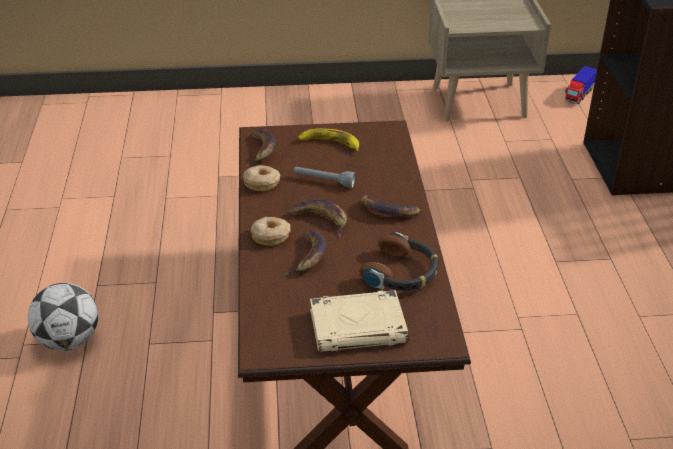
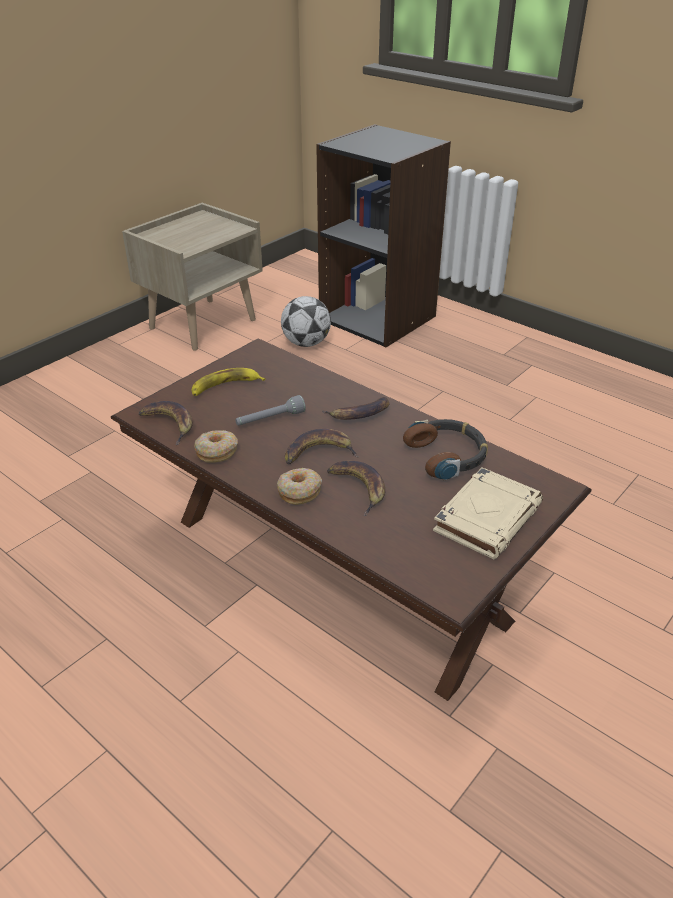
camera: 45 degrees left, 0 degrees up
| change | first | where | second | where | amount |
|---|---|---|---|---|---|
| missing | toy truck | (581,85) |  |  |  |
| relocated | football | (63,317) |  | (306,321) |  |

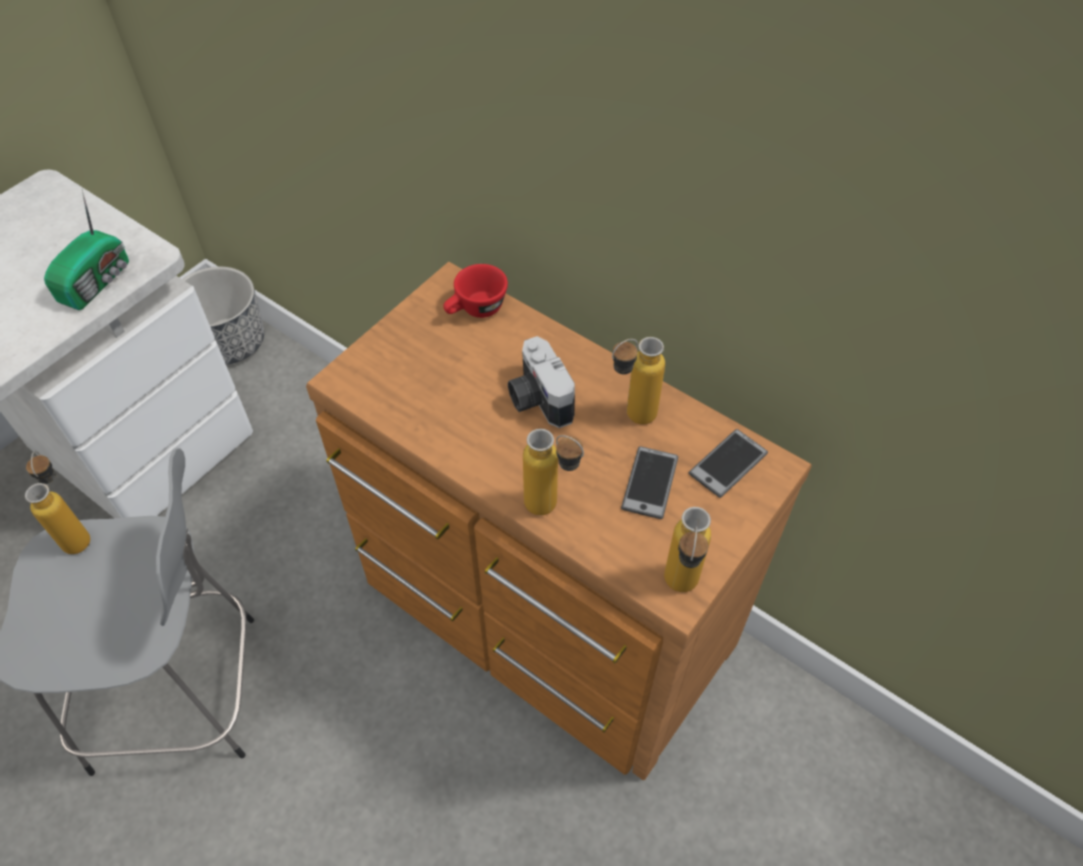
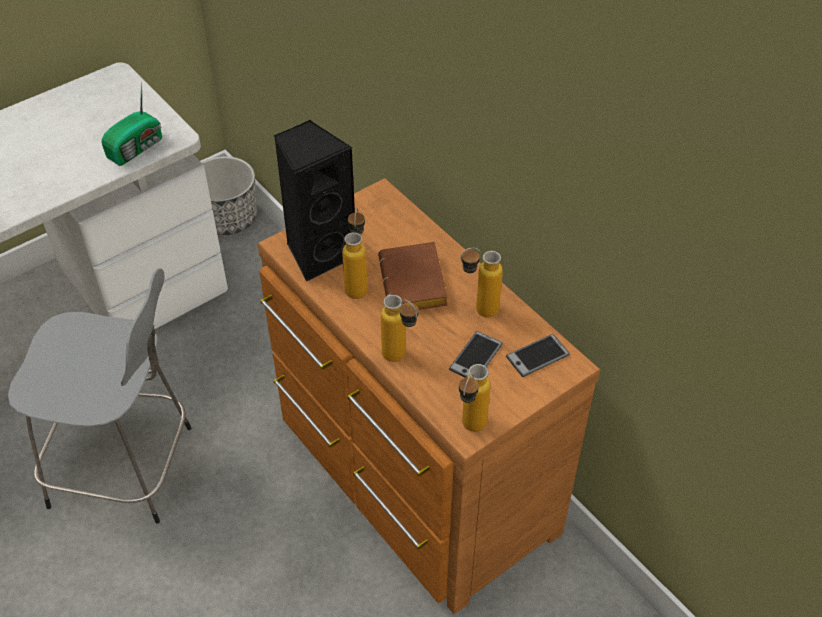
camera: 15 degrees right, 5 degrees down
| change | first | where | second | where | amount |
|---|---|---|---|---|---|
| missing | red cup | (475,291) |  |  |  |
| exchanged | photo camera | (541,382) | brown book | (413,276) |  |
| relocated | bottle | (57,502) |  | (355,253) |  |
| appeared |  |  | black speaker | (314,201) |  |

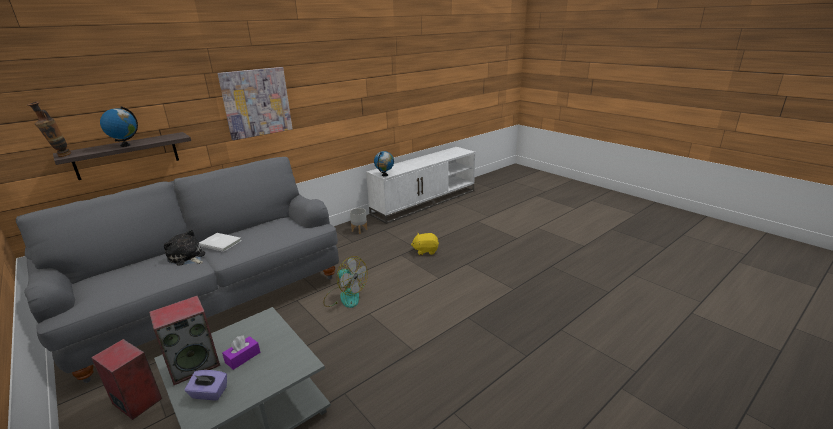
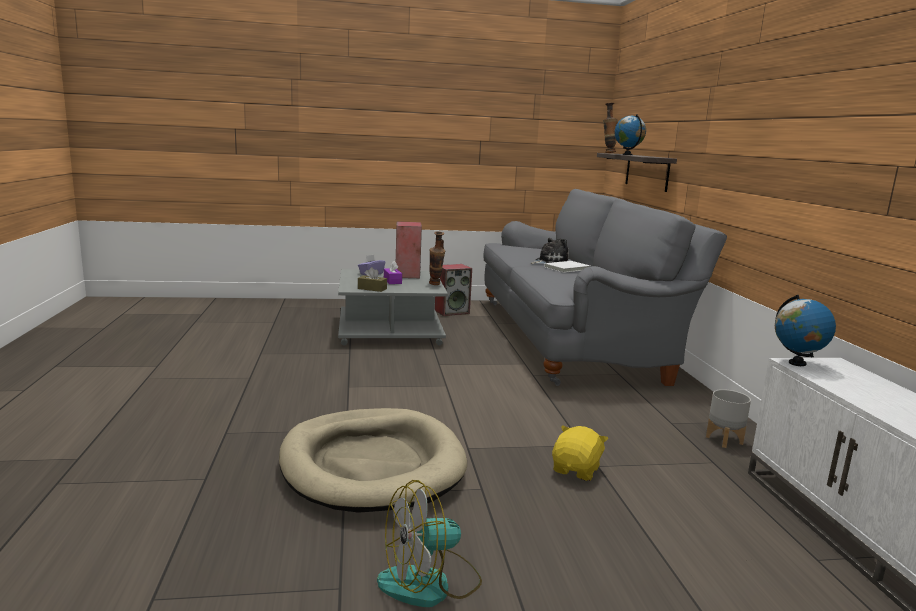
camera: 120 degrees right, 10 degrees down
| change | first | where | second | where | amount |
|---|---|---|---|---|---|
| missing | picture | (255,103) |  |  |  |
| relocated | fan | (345,282) |  | (429,543) |  |
| appeared |  |  | vase | (437,258) |  |
| appeared |  |  | brown tissue box | (372,279) |  |
| appeared |  |  | beige dog bed | (373,460) |  |

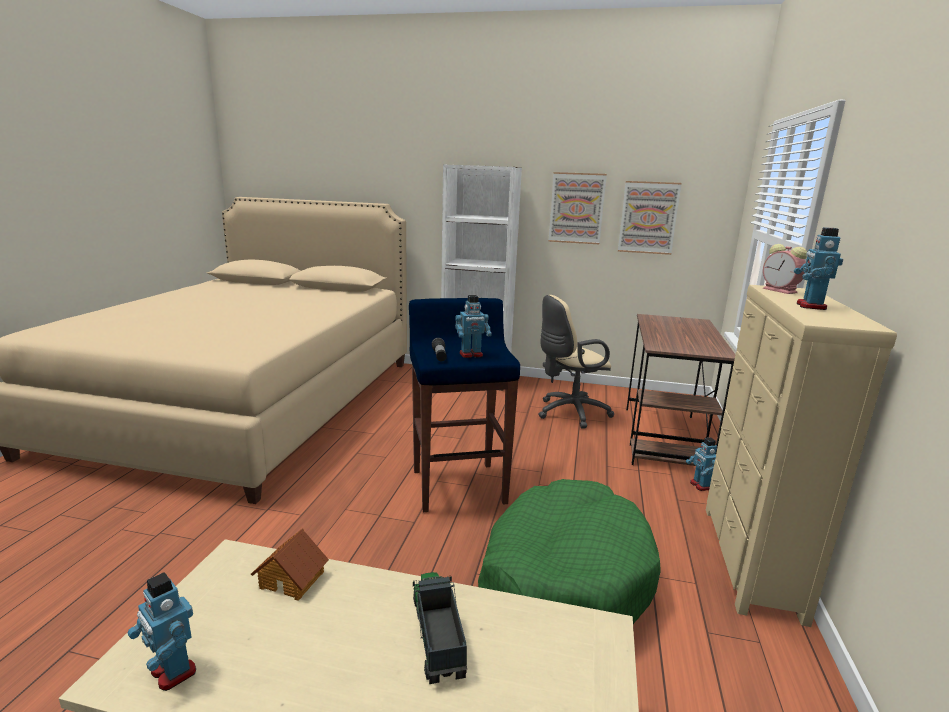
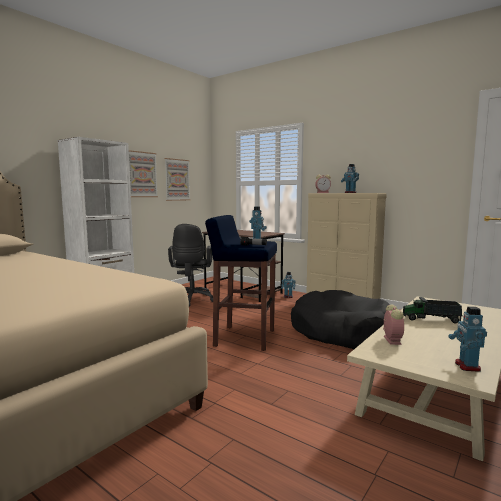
camera: 65 degrees left, 10 degrees down
| change | first | where | second | where | amount |
|---|---|---|---|---|---|
| colour | beige office chair | (576,361) | black office chair | (190,265) |  |
| colour | green dog bed | (569,551) | black dog bed | (340,319) |  |
| exchanged | toy house | (290,564) | alarm clock | (393,325) |  |
| spun | toy robot | (162,631) |  | (467,339) | 120 degrees clockwise |

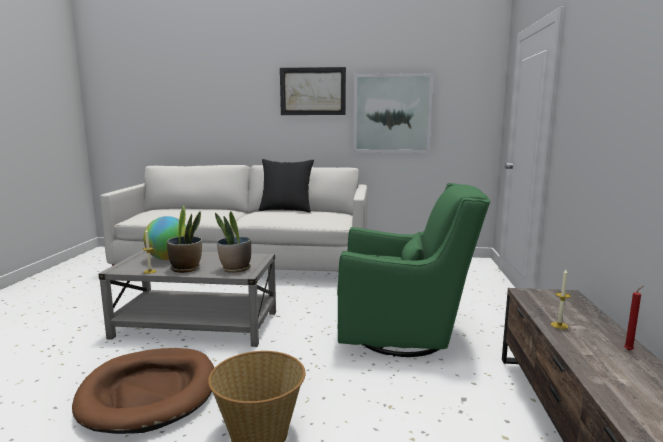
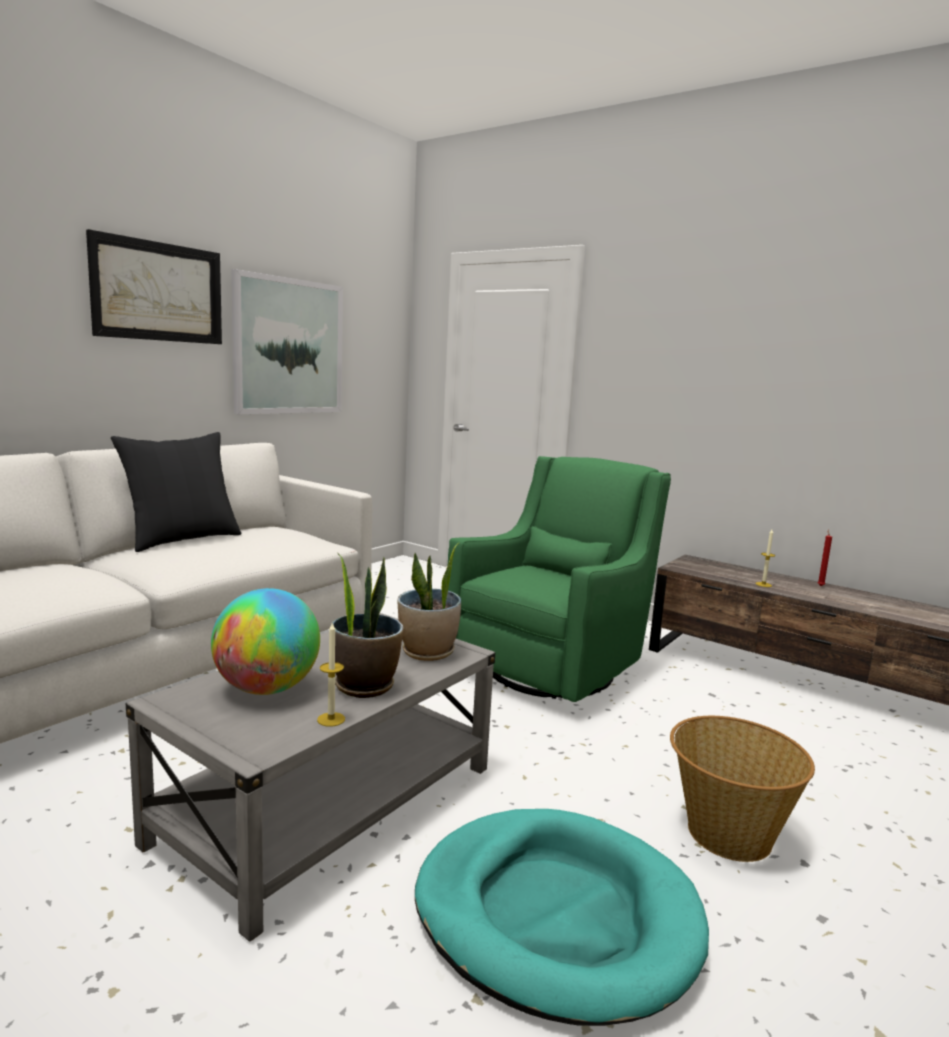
camera: 60 degrees left, 0 degrees up
| change | first | where | second | where | amount |
|---|---|---|---|---|---|
| colour | brown dog bed | (143,391) | turquoise dog bed | (562,917) |  |

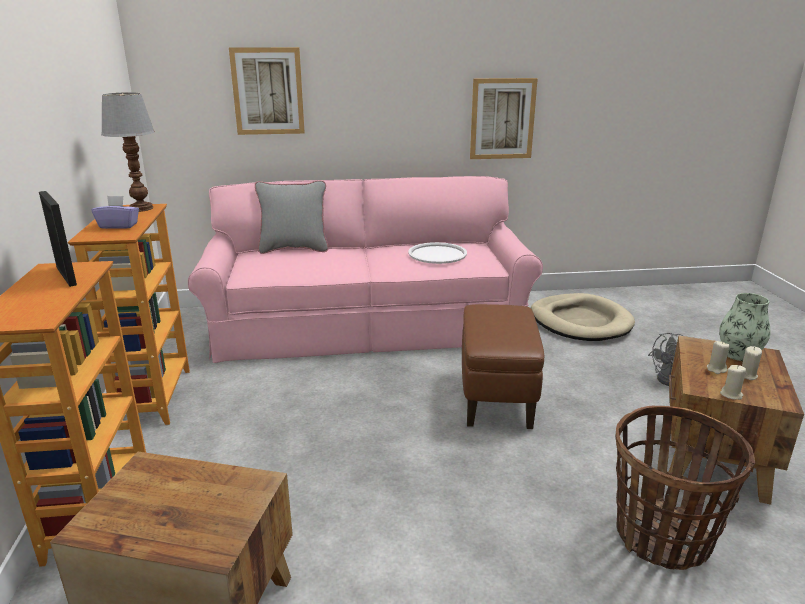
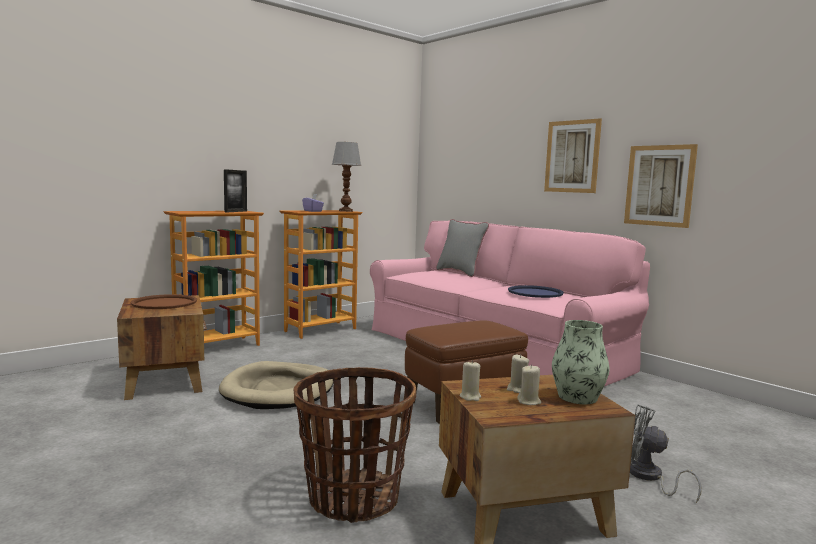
camera: 55 degrees right, 15 degrees down
| change | first | where | second | where | amount |
|---|---|---|---|---|---|
| relocated | picture | (267,91) |  | (573,155) |  |
| colour | white tray | (437,253) | blue tray | (536,291) |  |
| relocated | beige dog bed | (583,317) |  | (276,385) |  |
| appeared |  |  | brown tray | (164,301) |  |

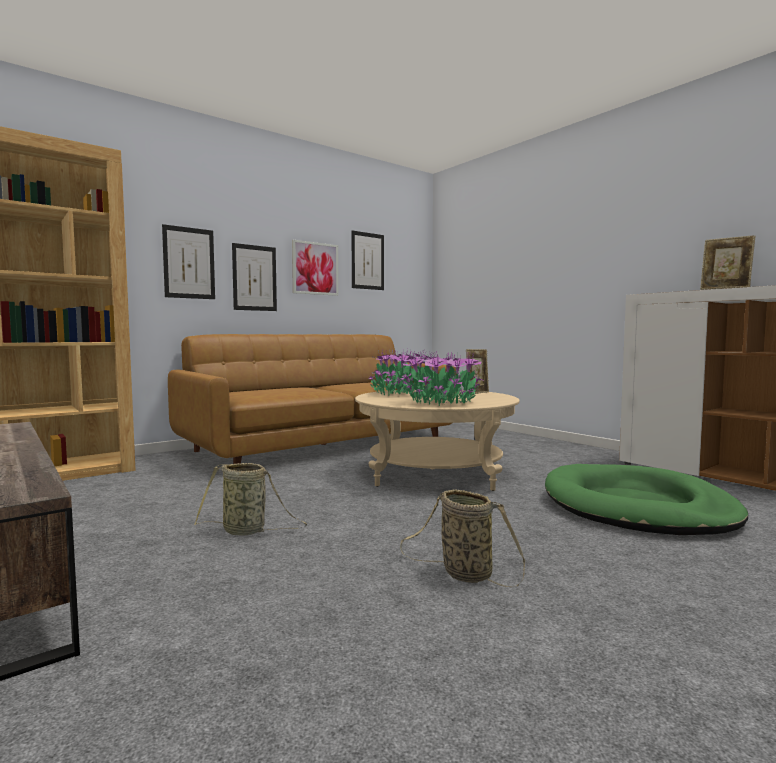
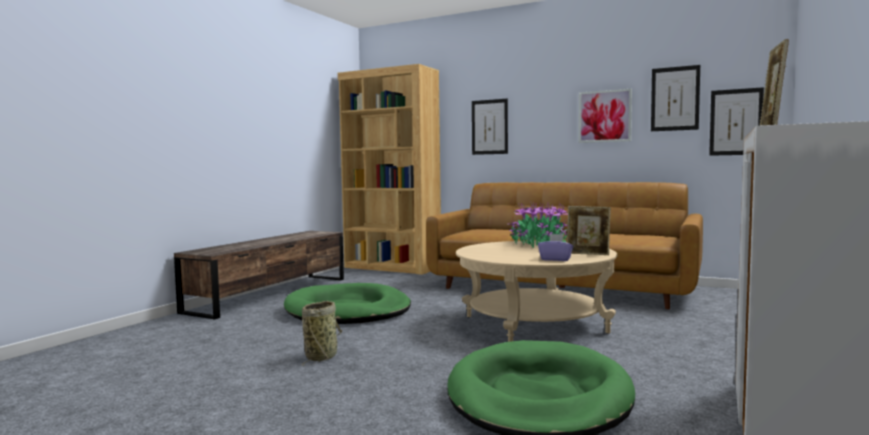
camera: 65 degrees right, 0 degrees up
| change | first | where | second | where | amount |
|---|---|---|---|---|---|
| relocated | picture | (254,277) |  | (736,121) |  |
| missing | potted plant | (441,379) |  |  |  |
| exchanged | basket | (250,499) | green dog bed | (347,303) |  |
| appeared |  |  | purple tissue box | (555,247) |  |

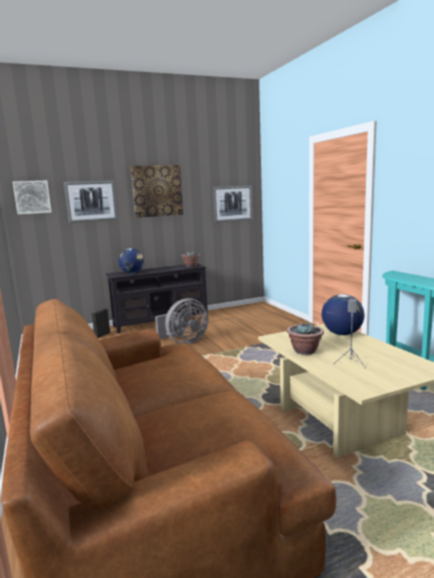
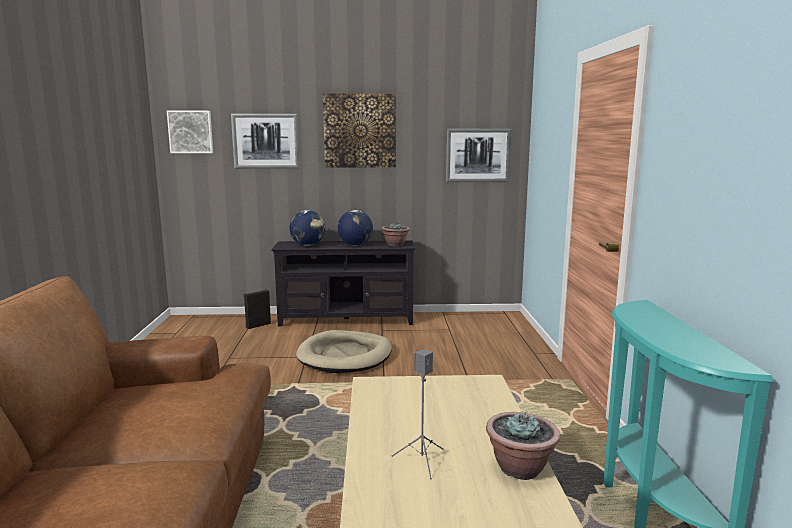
camera: 20 degrees right, 0 degrees up
| change | first | where | second | where | amount |
|---|---|---|---|---|---|
| relocated | globe | (343,314) |  | (355,228) |  |
| exchanged | grey fan | (181,321) | beige dog bed | (344,351) |  |
| relocated | potted plant | (305,338) |  | (523,446) |  |

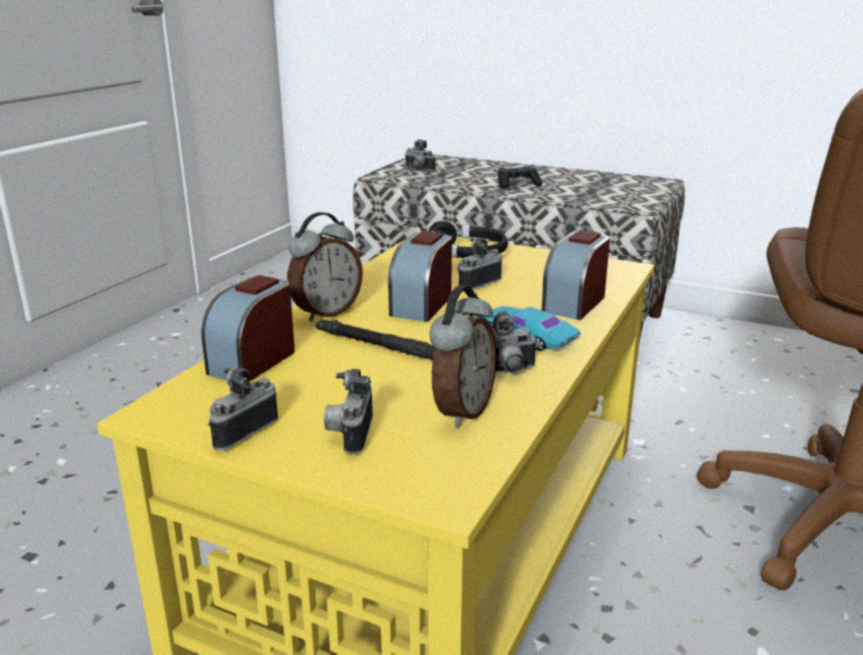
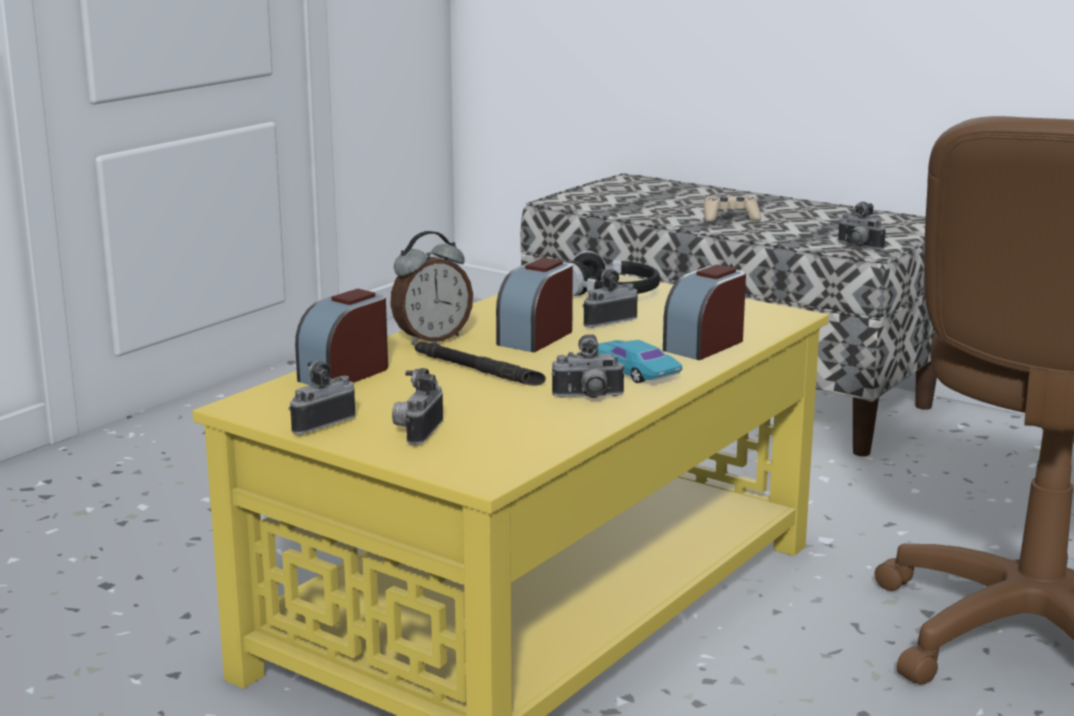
camera: 10 degrees right, 5 degrees down
| change | first | where | second | where | amount |
|---|---|---|---|---|---|
| relocated | photo camera | (420,155) |  | (862,226) |  |
| colour | black game controller | (520,177) | beige game controller | (732,208) |  |
| missing | alarm clock | (462,357) |  |  |  |

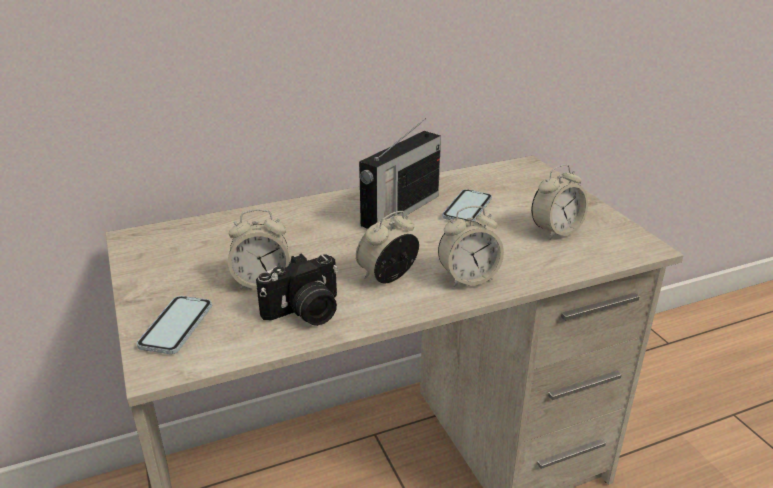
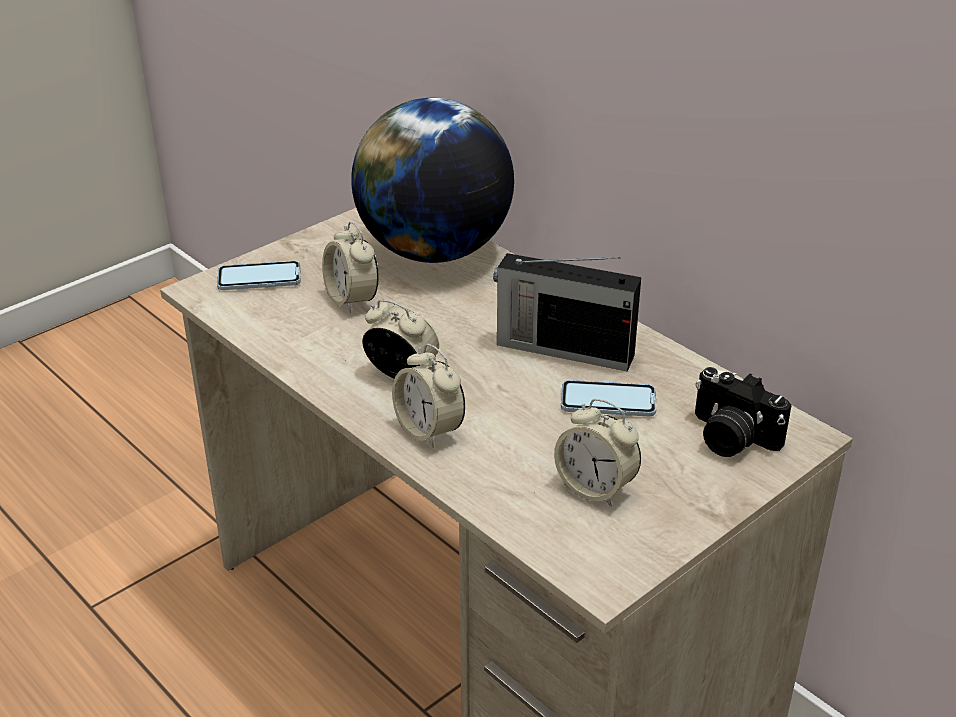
camera: 70 degrees right, 5 degrees up
| change | first | where | second | where | amount |
|---|---|---|---|---|---|
| relocated | photo camera | (297,289) |  | (743,412) |  |
| appeared |  |  | globe | (432,180) |  |

